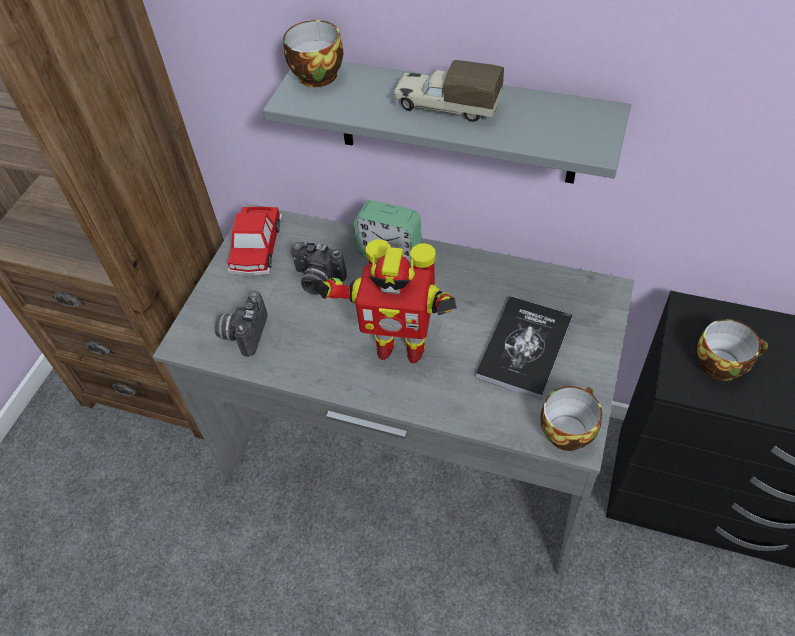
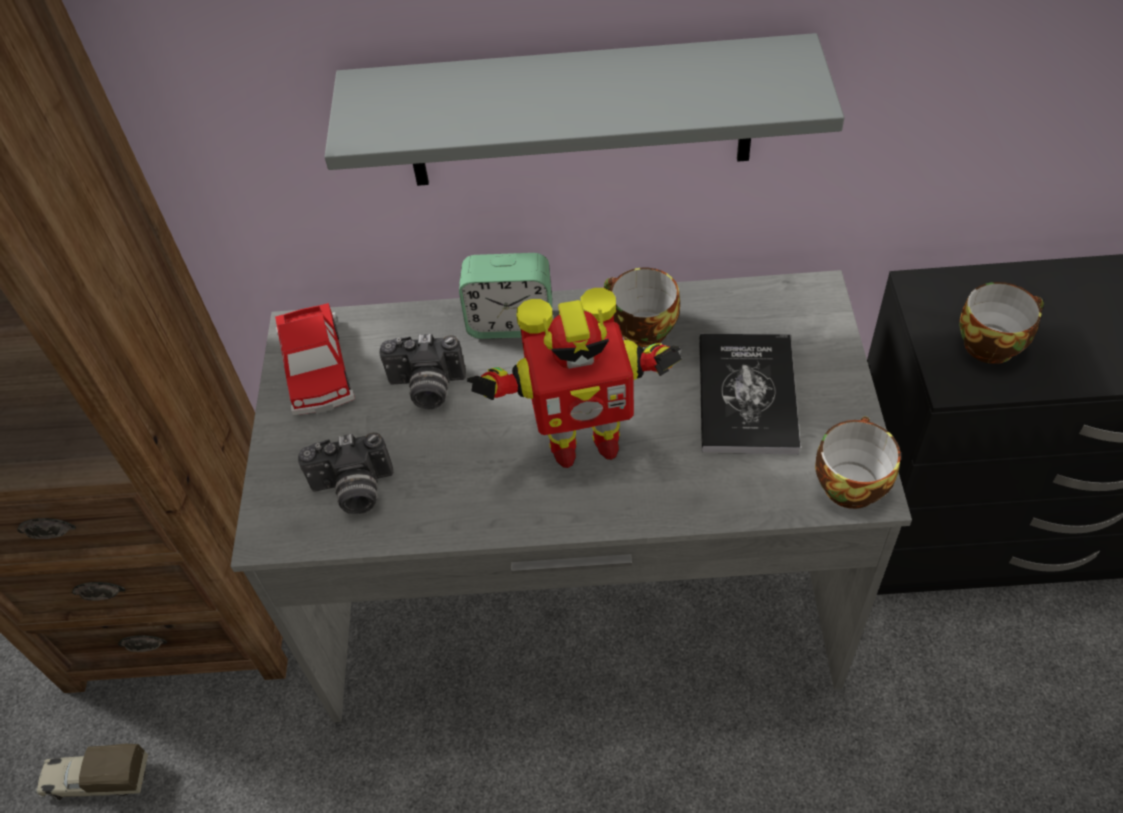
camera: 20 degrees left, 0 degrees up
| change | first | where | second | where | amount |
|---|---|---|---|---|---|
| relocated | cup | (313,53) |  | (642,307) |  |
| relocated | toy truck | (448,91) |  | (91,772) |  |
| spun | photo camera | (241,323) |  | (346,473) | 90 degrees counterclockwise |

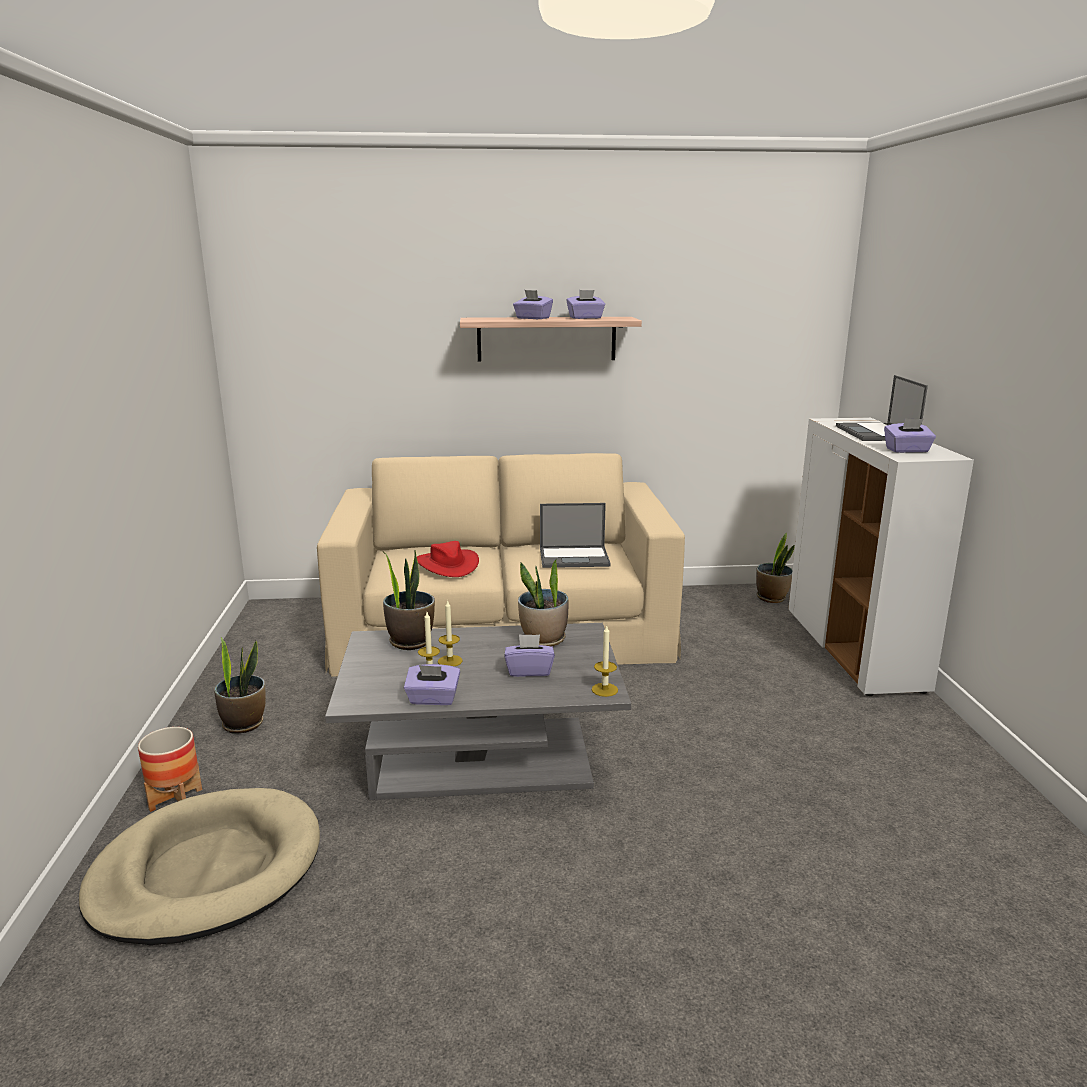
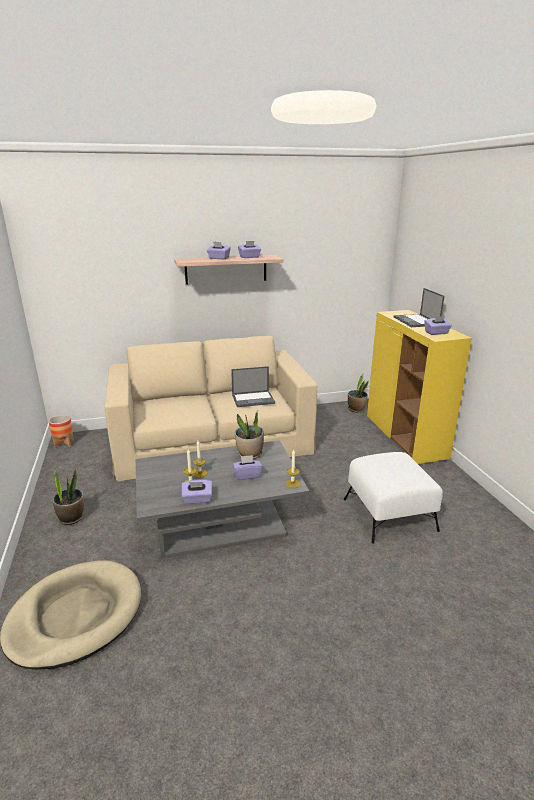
camera: 10 degrees left, 5 degrees up
| change | first | where | second | where | amount |
|---|---|---|---|---|---|
| colour | white cabinet | (881,557) | yellow cabinet | (419,387) |  |
| missing | red hat | (448,559) |  |  |  |
| missing | potted plant | (409,600) |  |  |  |
| relocated | planter | (170,769) |  | (61,431) |  |
| appeared |  |  | white ottoman | (393,498) |  |

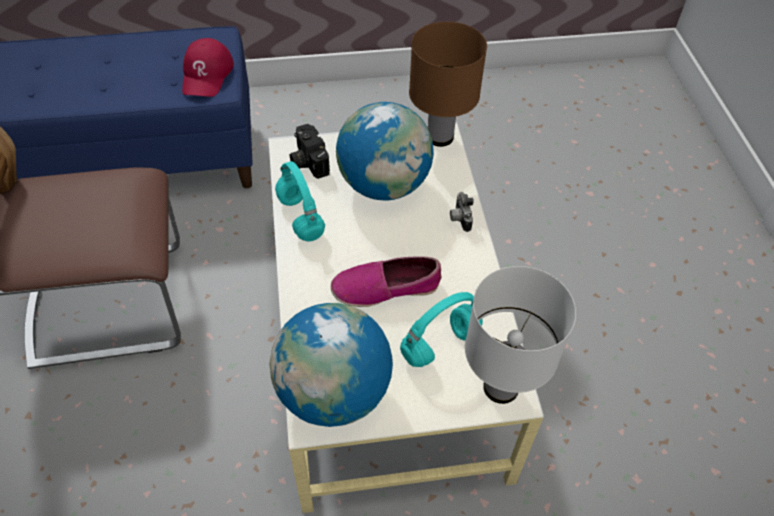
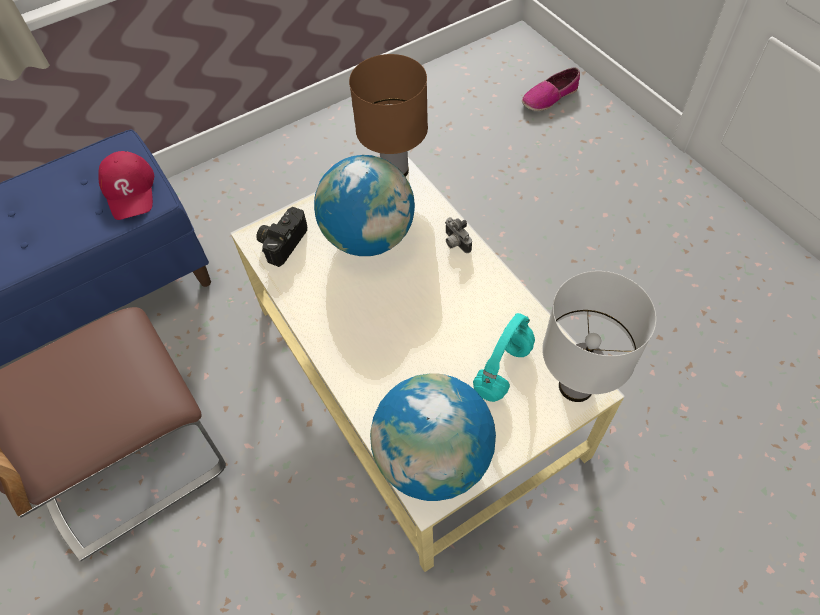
camera: 20 degrees left, 5 degrees up
| change | first | where | second | where | amount |
|---|---|---|---|---|---|
| spun | photo camera | (310,151) |  | (281,237) | 75 degrees clockwise |
| missing | turquoise headphones | (300,201) |  |  |  |
| relocated | shoe | (386,281) |  | (551,89) |  |

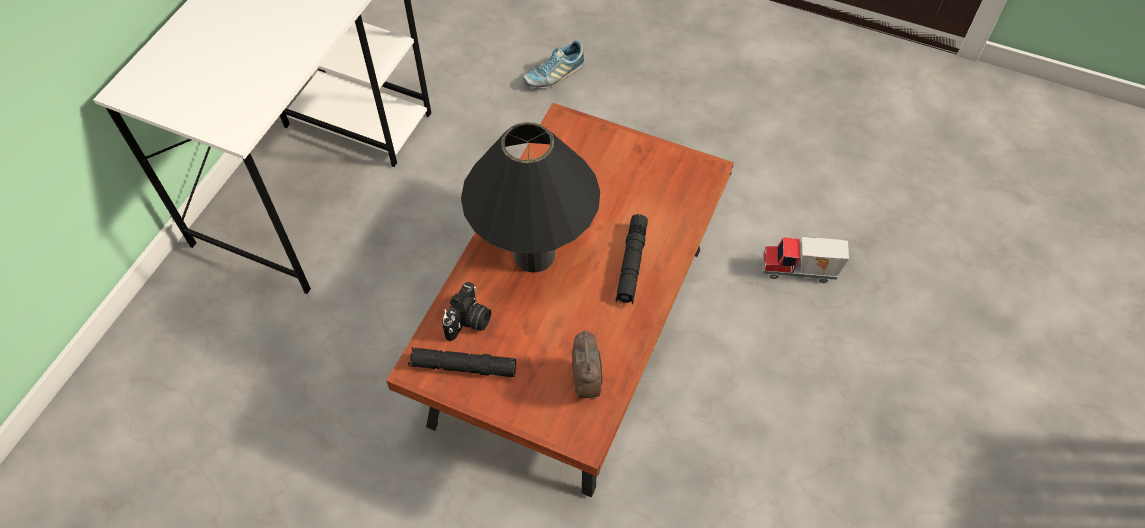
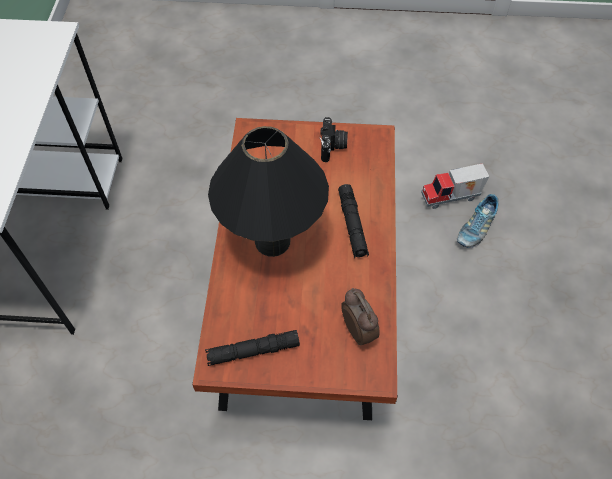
camera: 20 degrees left, 0 degrees up
| change | first | where | second | where | amount |
|---|---|---|---|---|---|
| relocated | shoe | (554,64) |  | (478,221) |  |
| relocated | photo camera | (466,311) |  | (334,139) |  |

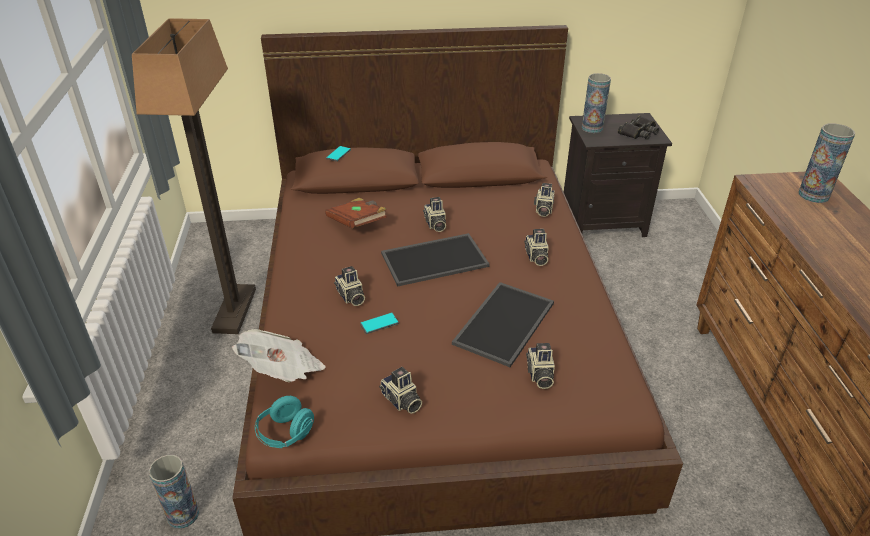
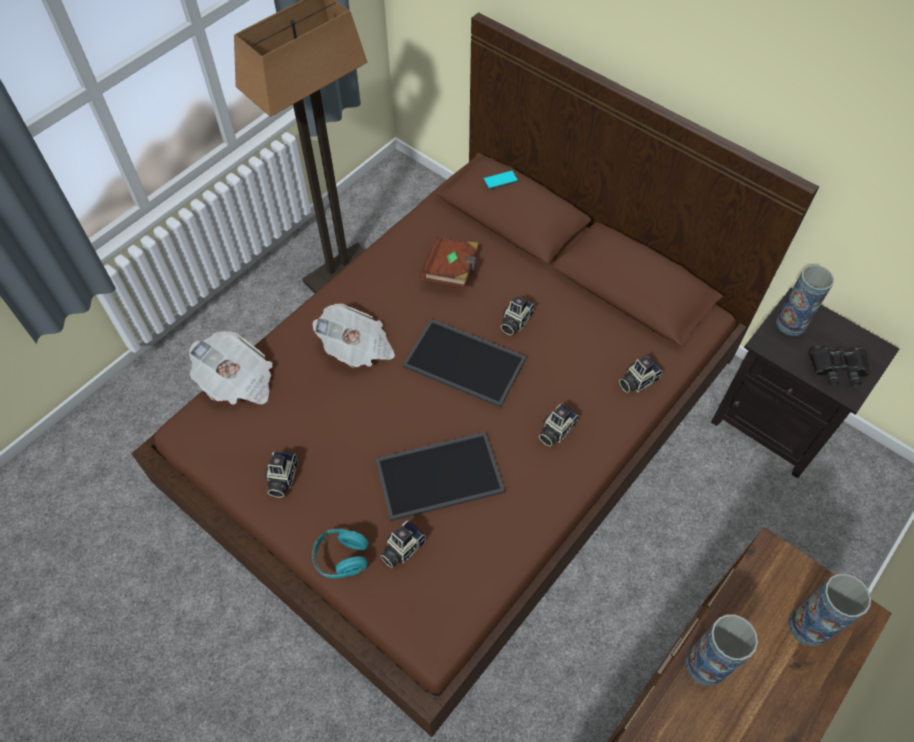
camera: 45 degrees right, 20 degrees up
| change | first | where | second | where | amount |
|---|---|---|---|---|---|
| exchanged | photo camera | (349,286) | newspaper | (354,335) |  |
| missing | phone | (379,323) |  |  |  |
| relocated | turquoise headphones | (284,422) |  | (340,553) |  |
| relocated | vase | (174,492) |  | (721,650) |  |

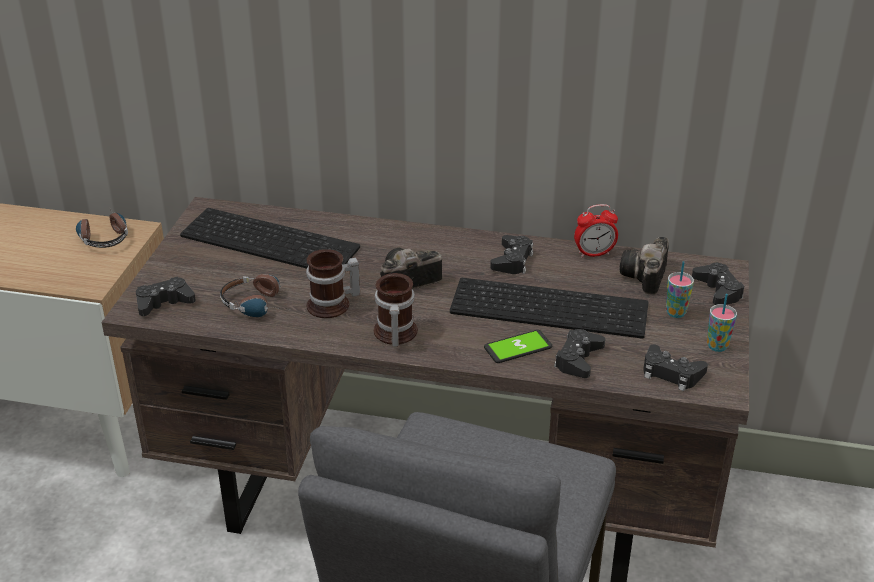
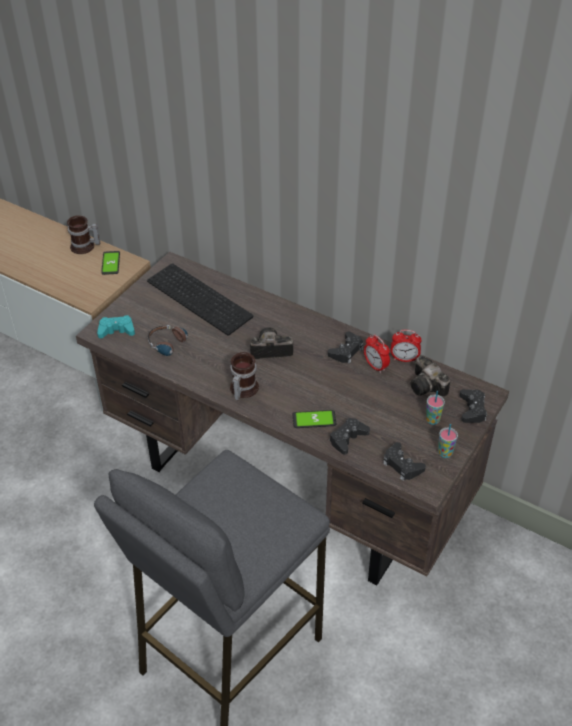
camera: 20 degrees right, 10 degrees up
| change | first | where | second | where | amount |
|---|---|---|---|---|---|
| exchanged | headphones | (102,227) | phone | (110,263) |  |
| spun | photo camera | (644,266) |  | (430,376) | 75 degrees counterclockwise |
| relocated | mug | (333,283) |  | (83,234) |  |
| colour | black game controller | (166,296) | turquoise game controller | (116,326) |  |
| missing | keyboard | (549,308) |  |  |  |
| appeared |  |  | alarm clock | (377,354) |  |

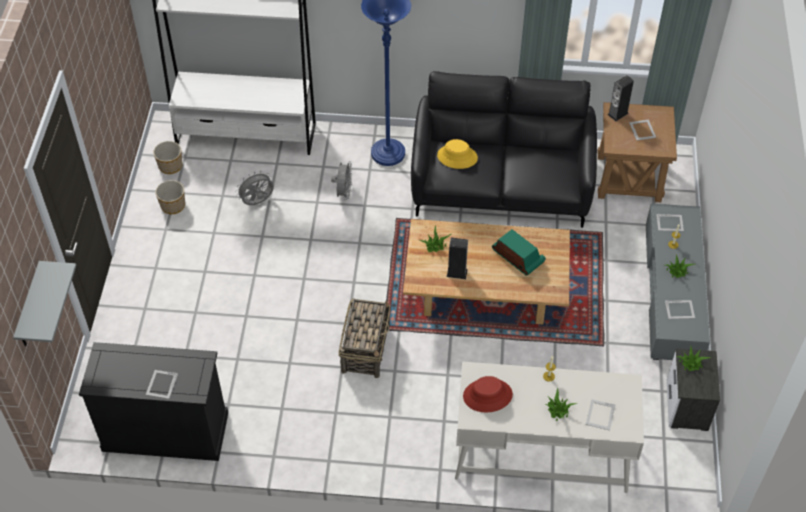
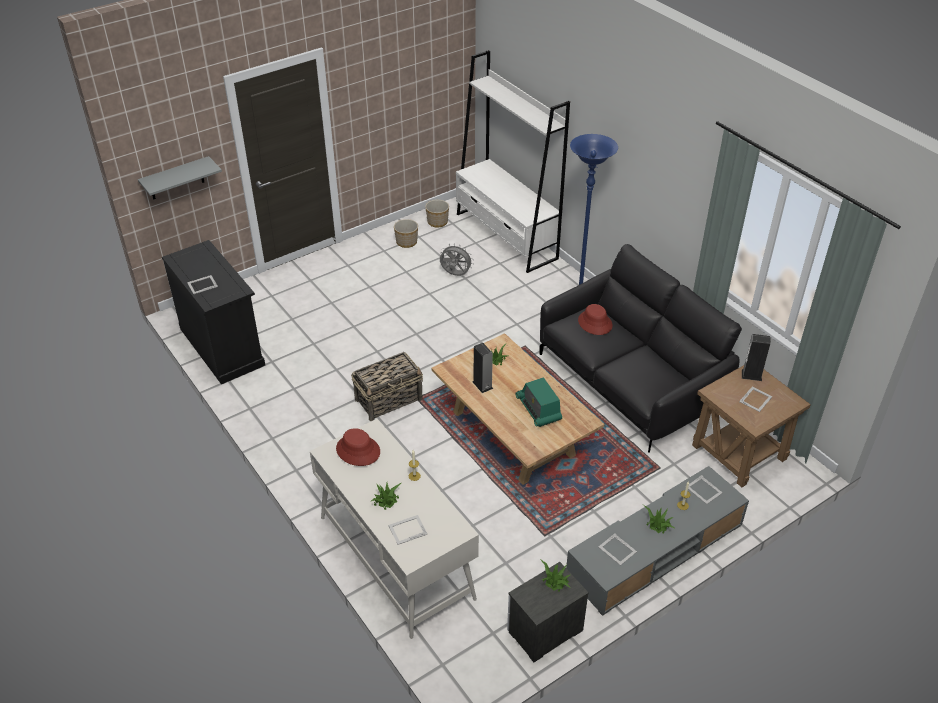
camera: 50 degrees right, 10 degrees down
| change | first | where | second | where | amount |
|---|---|---|---|---|---|
| colour | yellow hat | (457,154) | red hat | (595,319) |  |
| missing | grey fan | (341,180) |  |  |  |
| spun | radio | (519,252) |  | (538,402) | 150 degrees clockwise |

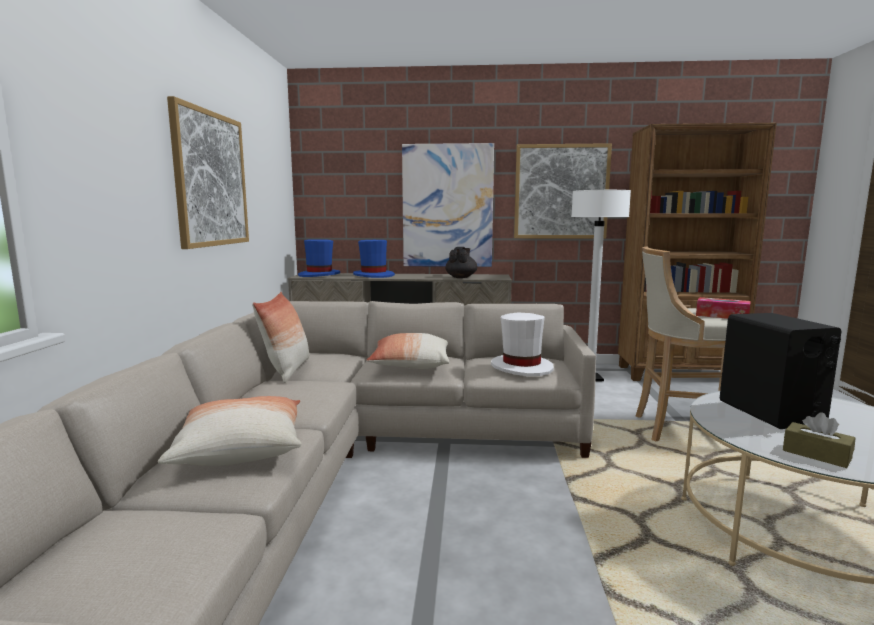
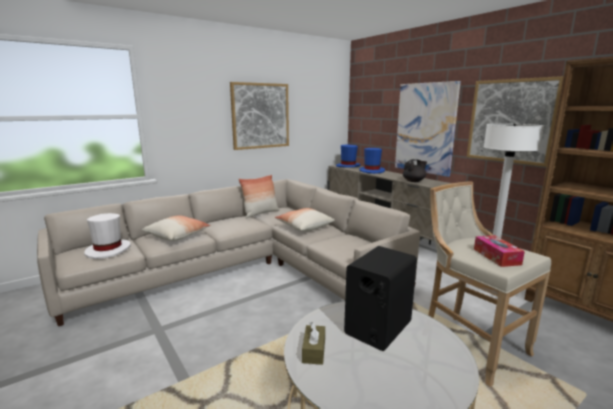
camera: 50 degrees right, 5 degrees up
| change | first | where | second | where | amount |
|---|---|---|---|---|---|
| relocated | white hat | (522,344) |  | (107,236) |  |

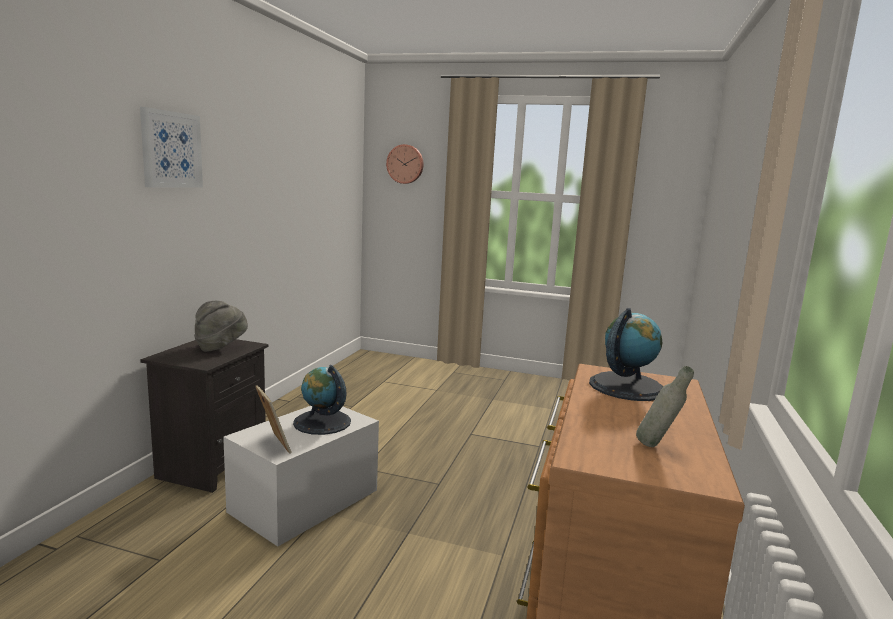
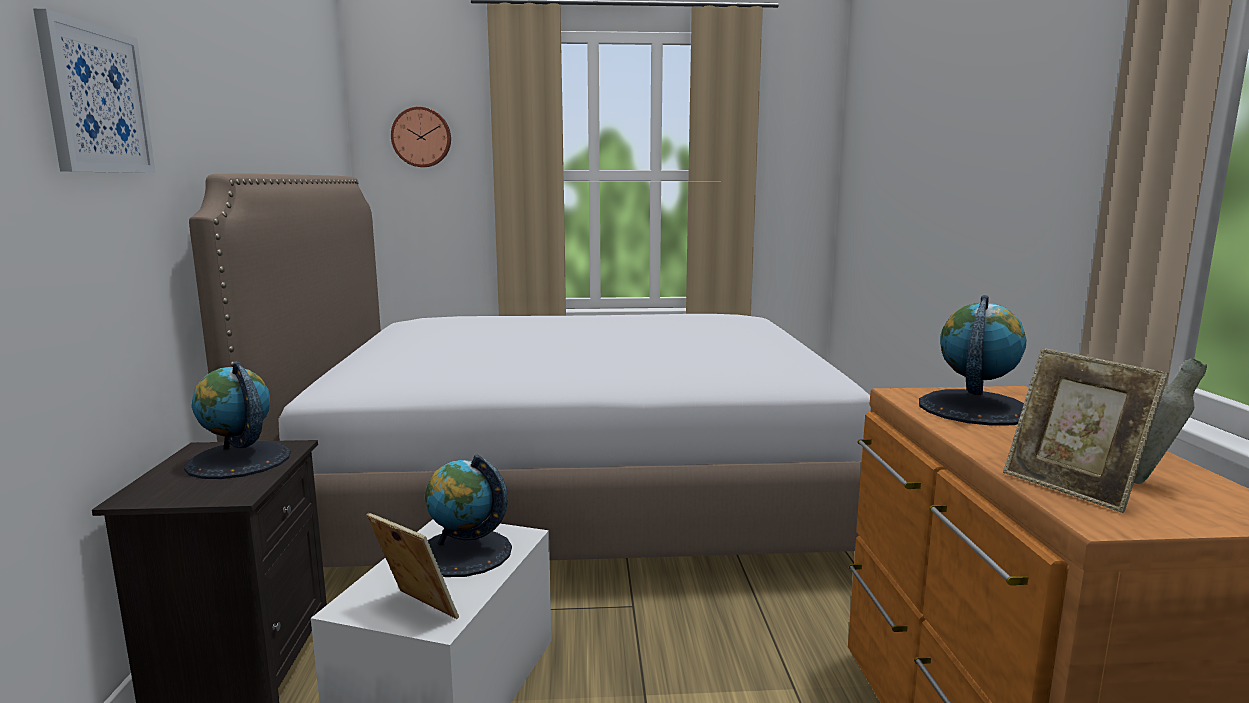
camera: 20 degrees left, 0 degrees up
| change | first | where | second | where | amount |
|---|---|---|---|---|---|
| exchanged | grey hat | (221,326) | globe | (237,420) |  |
| appeared |  |  | bed | (530,370) |  |
| appeared |  |  | picture frame | (1086,430) |  |

